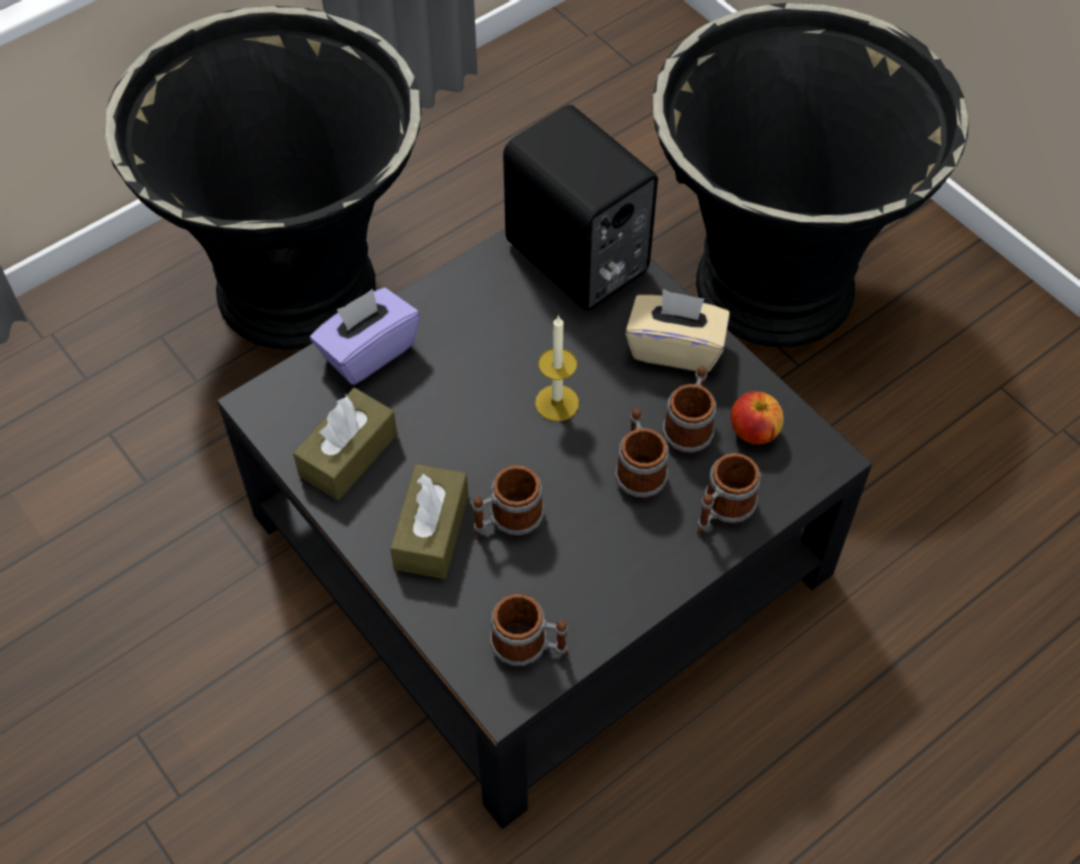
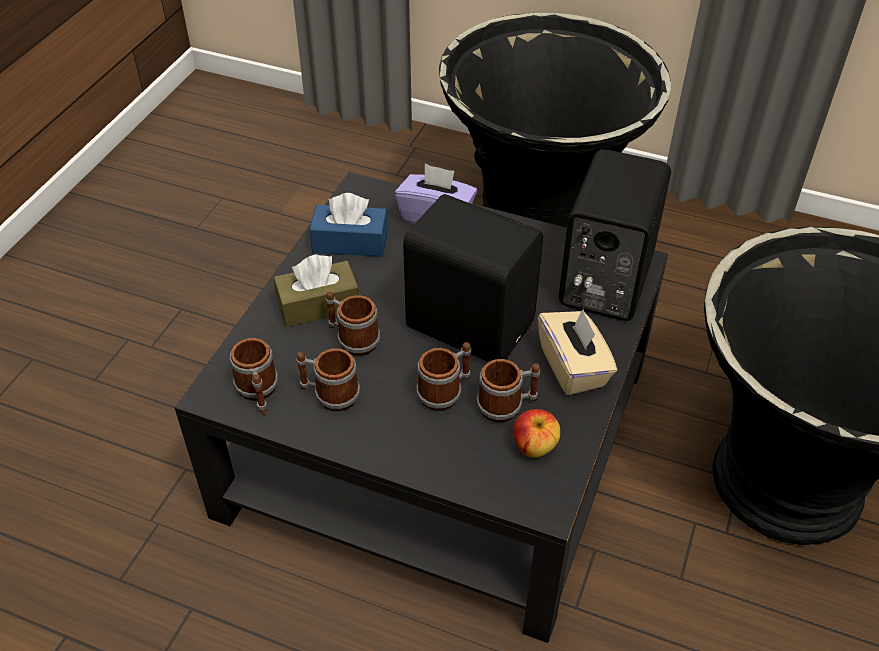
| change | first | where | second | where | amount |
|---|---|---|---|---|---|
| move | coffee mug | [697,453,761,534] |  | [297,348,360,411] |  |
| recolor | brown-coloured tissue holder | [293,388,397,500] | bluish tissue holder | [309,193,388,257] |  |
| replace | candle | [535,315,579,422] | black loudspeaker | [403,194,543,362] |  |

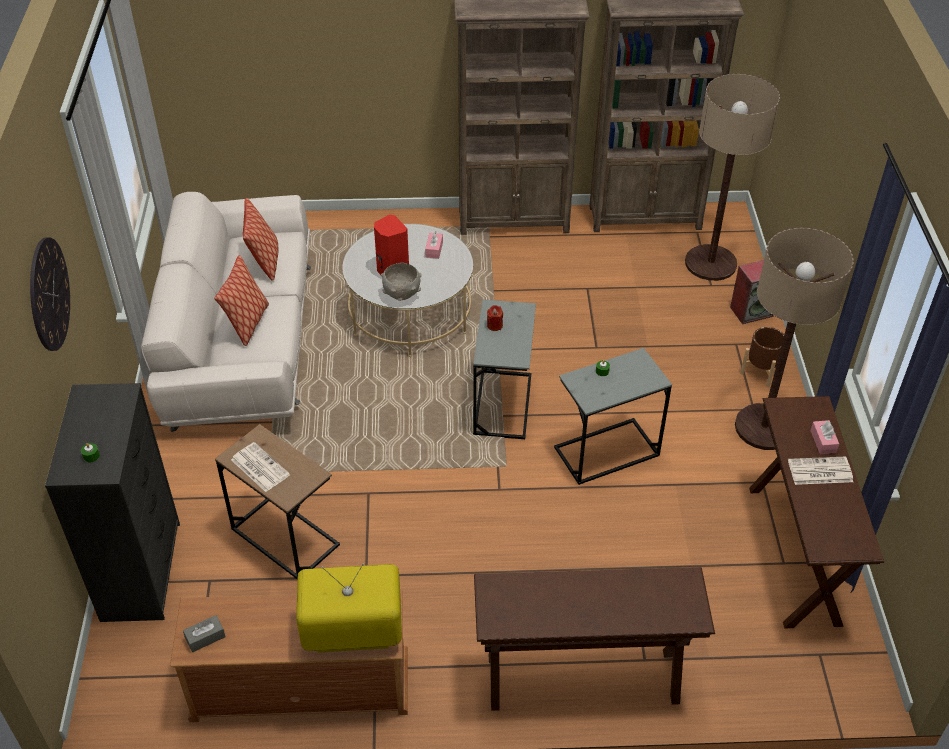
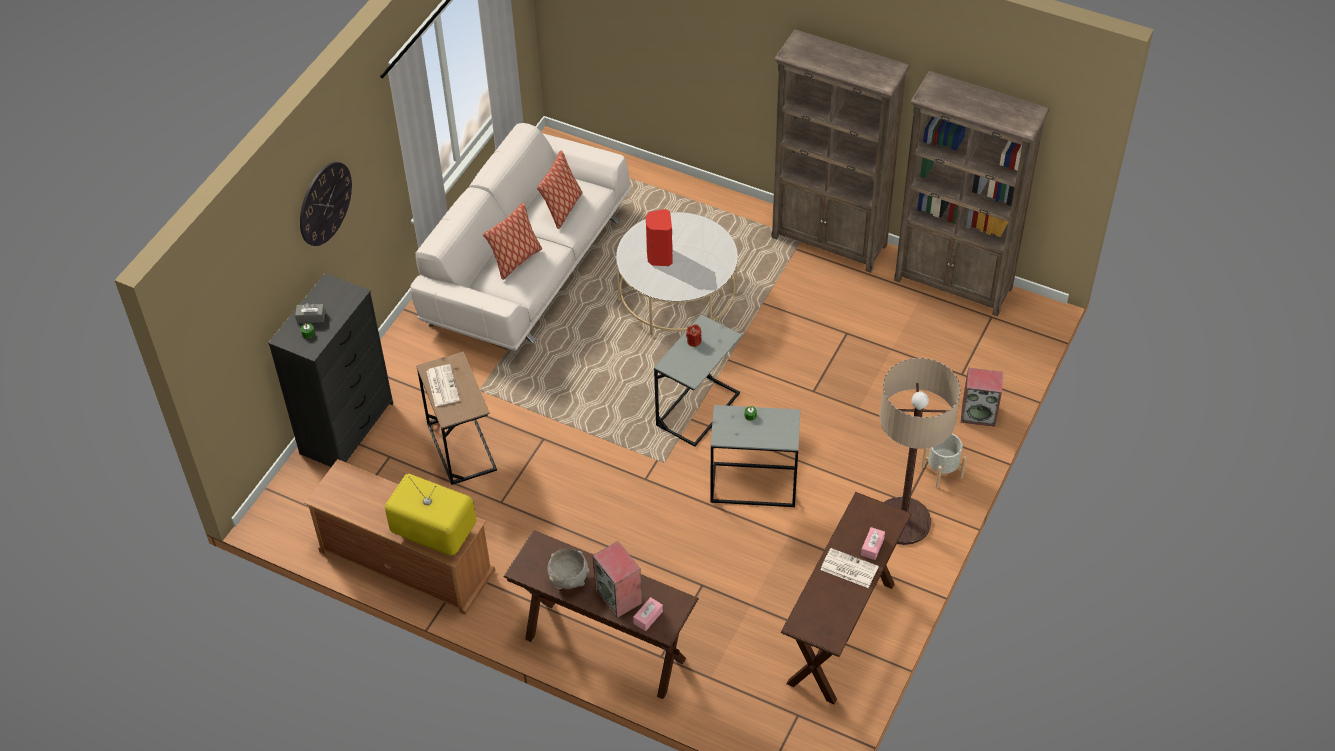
| change | first | where | second | where | amount |
|---|---|---|---|---|---|
| move | gray tissue holder | [183,615,226,653] |  | [295,303,325,323] |  |
| move | gray serving bowl | [381,263,422,301] |  | [547,549,589,589] |  |
| insert |  |  | loudspeaker | [592,541,642,618] |  |
| move | pinkish tissue holder | [425,231,443,259] |  | [633,597,663,631] |  |
| recolor | brown-coloured flower pot | [740,327,784,387] | gray flower pot | [921,434,967,488] |  |
| delete | floor lamp | [685,74,780,281] |  |  |  |

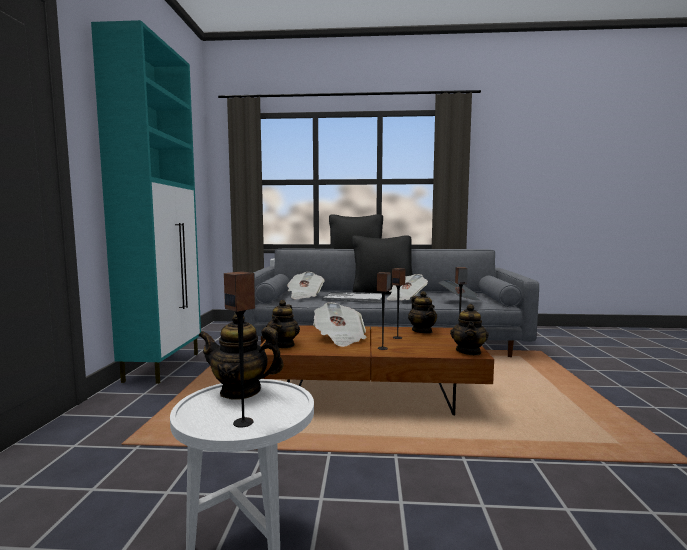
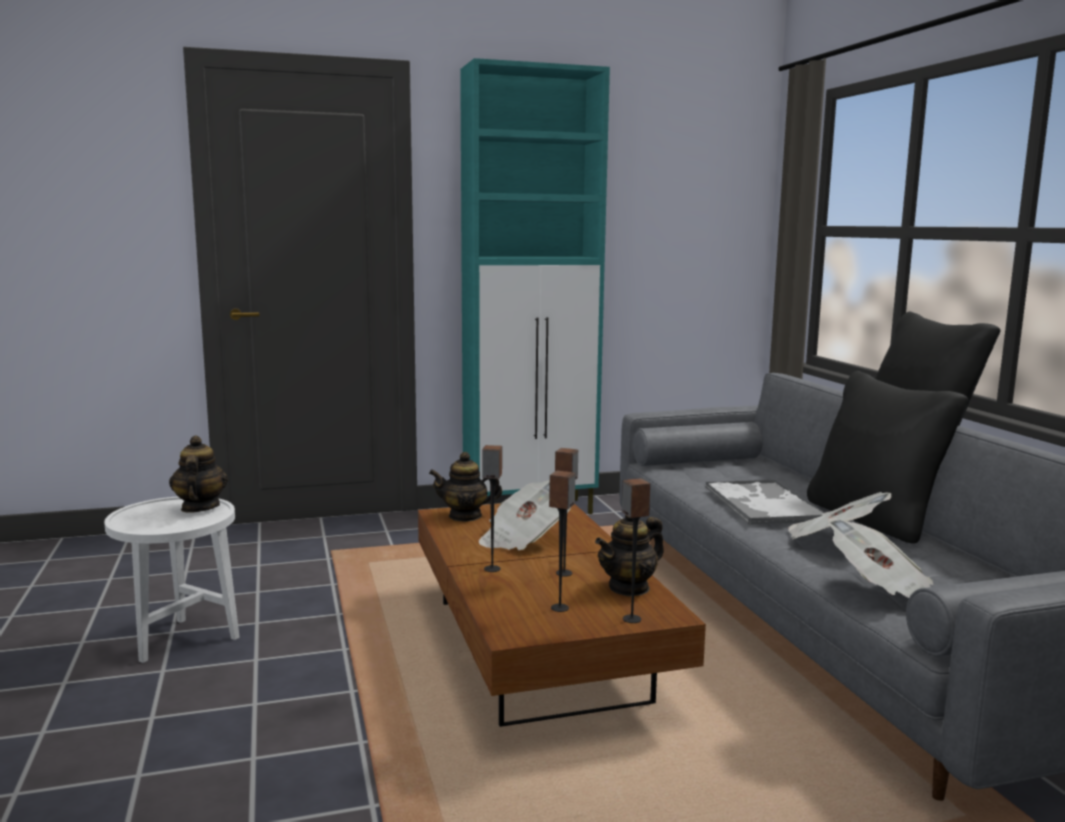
| change | first | where | second | where | amount |
|---|---|---|---|---|---|
| move | loudspeaker | [224,271,255,428] |  | [549,471,576,612] |  |
| delete | daily paper | [287,272,325,299] |  |  |  |
| delete | tea pot | [450,304,489,355] |  |  |  |

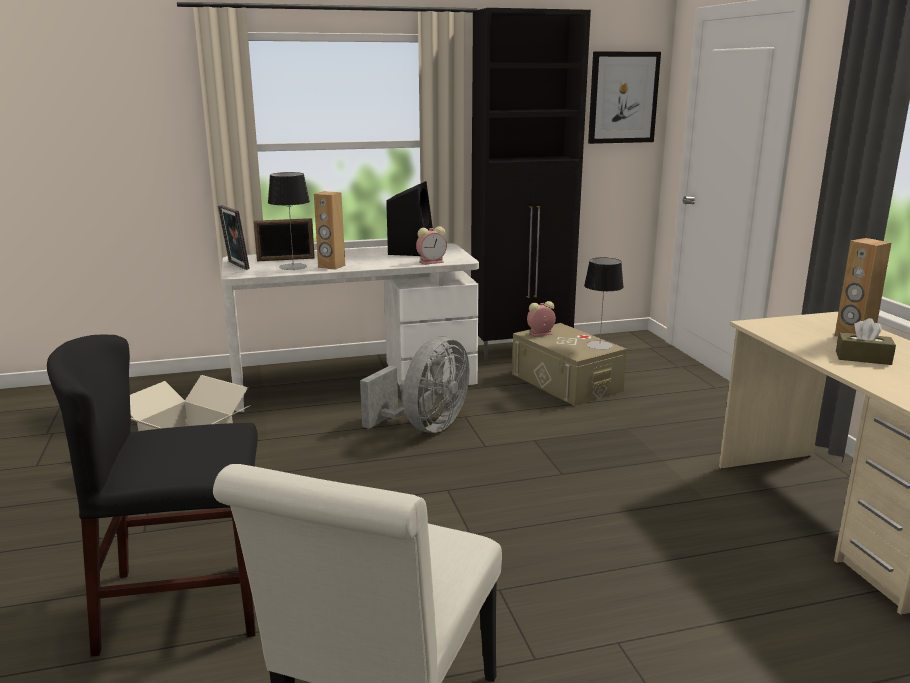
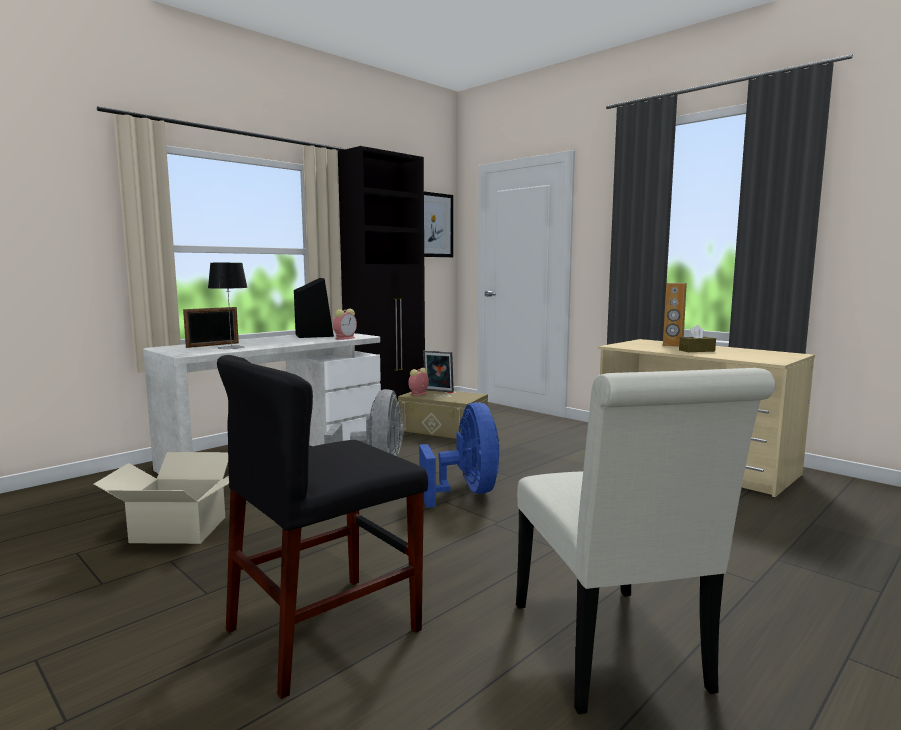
| change | first | where | second | where | amount |
|---|---|---|---|---|---|
| insert |  |  | bluish fan | [419,402,500,508] |  |
| move | standing frame | [218,205,250,270] |  | [423,351,454,393] |  |
| delete | brown-coloured loudspeaker | [314,191,345,270] |  |  |  |
| delete | table lamp | [584,257,624,350] |  |  |  |

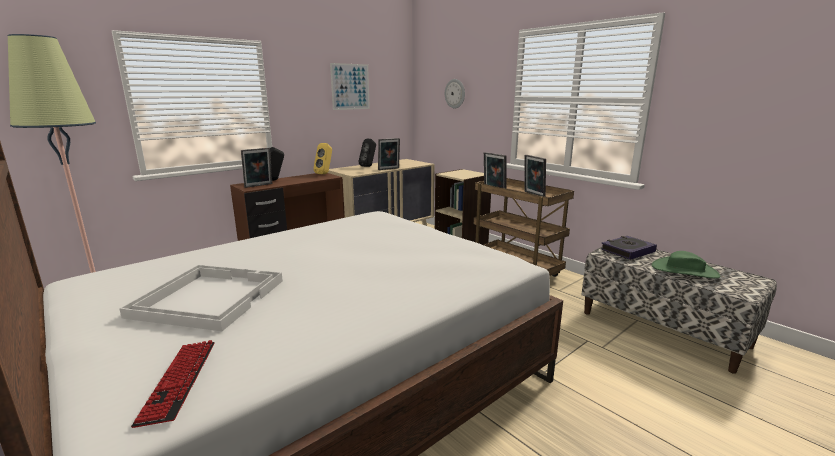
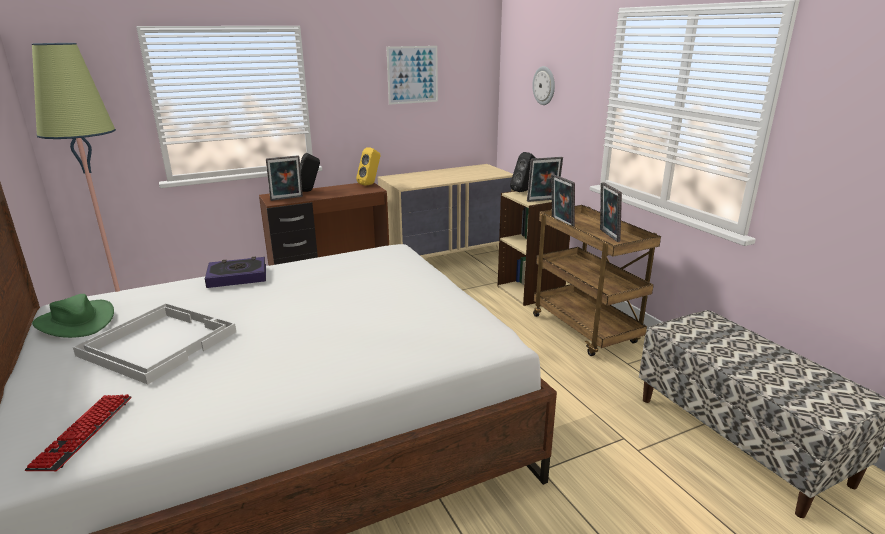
| change | first | where | second | where | amount |
|---|---|---|---|---|---|
| move | green-coloured hat | [652,251,720,279] |  | [32,294,114,338] |  |
| move | bound book | [601,236,657,260] |  | [205,257,266,288] |  |
| move | black loudspeaker | [358,139,376,167] |  | [510,152,536,192] |  |
| move | standing frame | [378,138,400,170] |  | [527,157,563,202] |  |

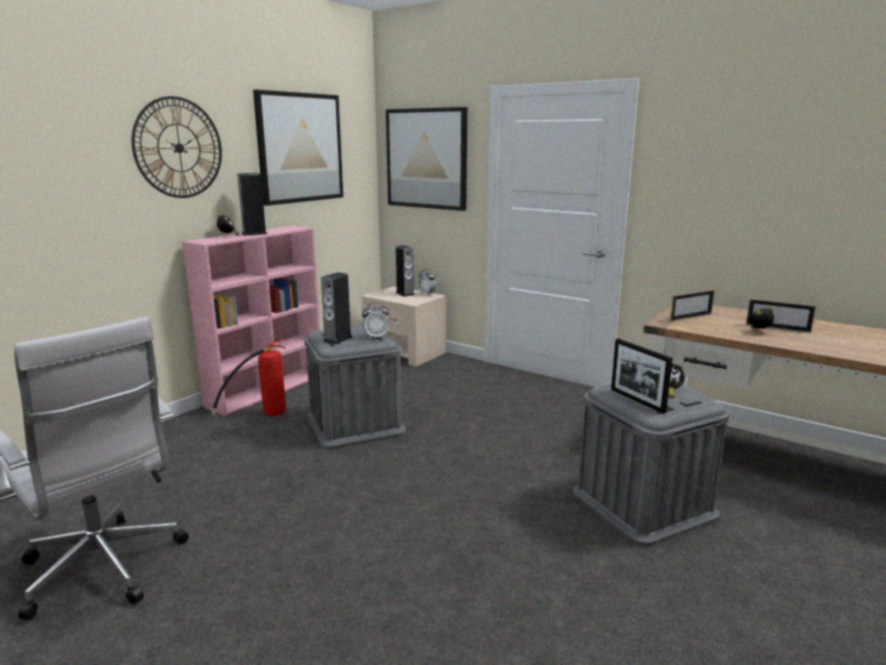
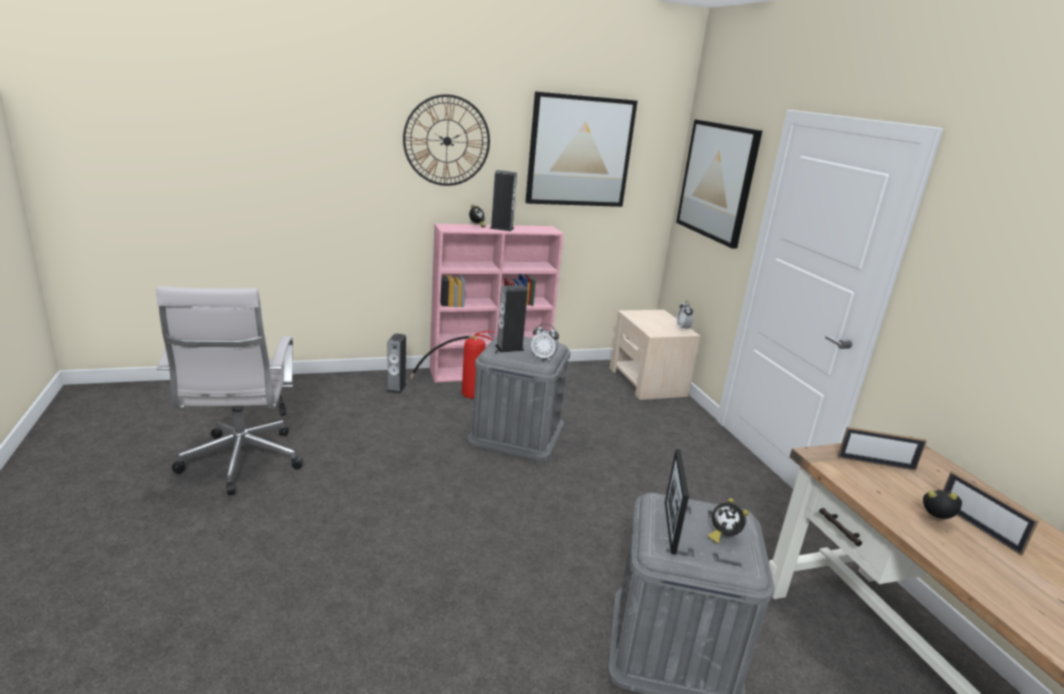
| change | first | where | second | where | amount |
|---|---|---|---|---|---|
| move | loudspeaker | [396,245,415,297] |  | [386,333,407,394] |  |

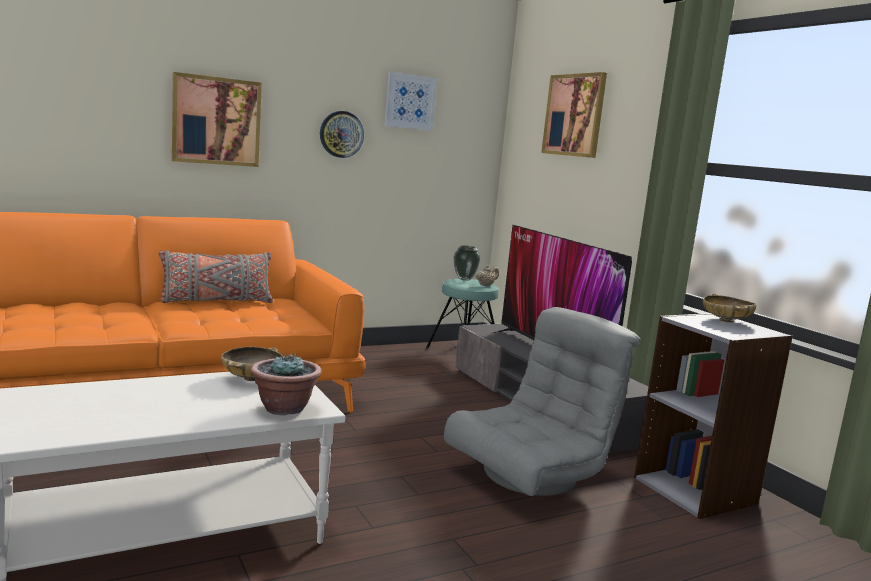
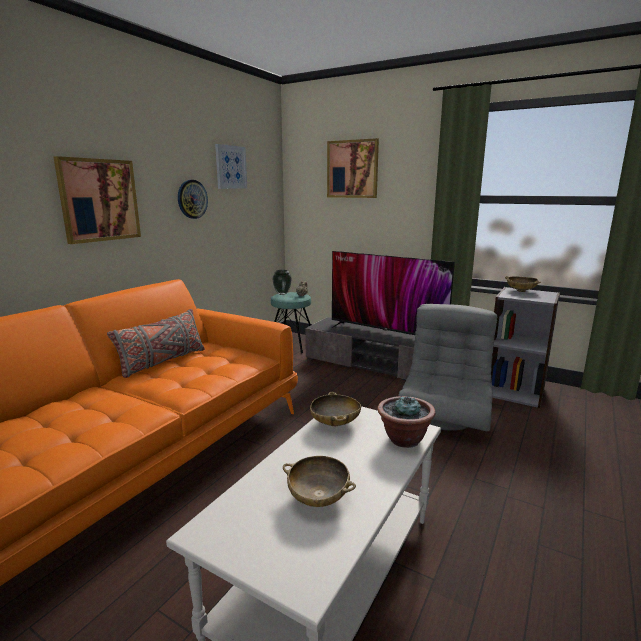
| change | first | where | second | where | amount |
|---|---|---|---|---|---|
| insert |  |  | beige-coloured serving bowl | [283,456,356,507] |  |

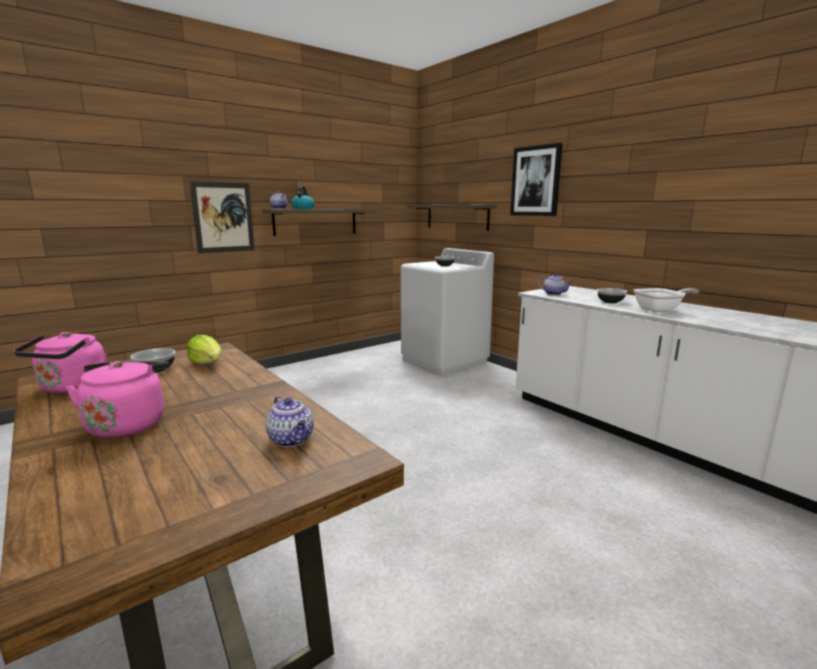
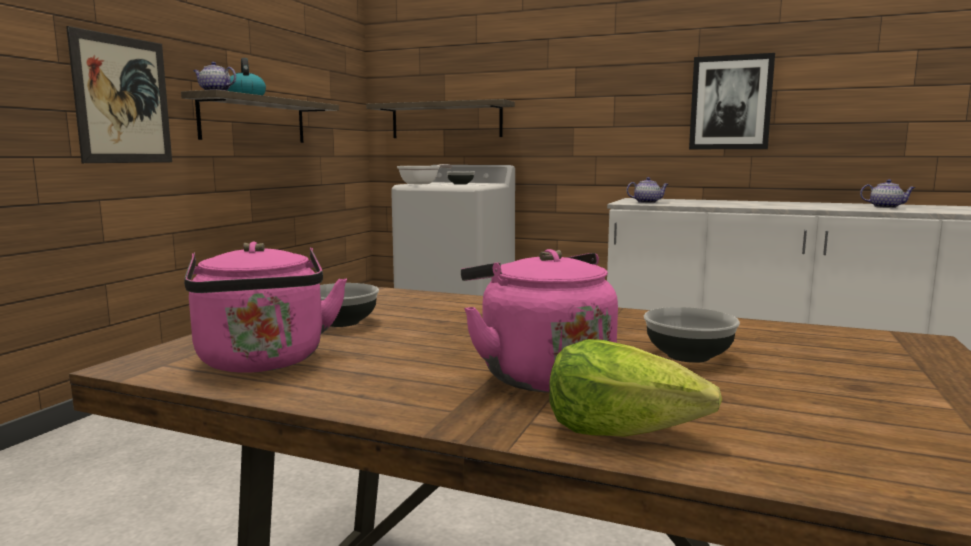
| change | first | where | second | where | amount |
|---|---|---|---|---|---|
| move | frying pan | [634,288,699,312] |  | [397,164,452,185] |  |
| move | lettuce head | [187,335,222,364] |  | [549,339,722,437] |  |
| move | serving bowl | [597,288,627,303] |  | [644,307,740,363] |  |
| move | wall art | [510,143,563,216] |  | [689,53,775,149] |  |
| move | tea pot | [265,396,314,447] |  | [860,179,916,208] |  |

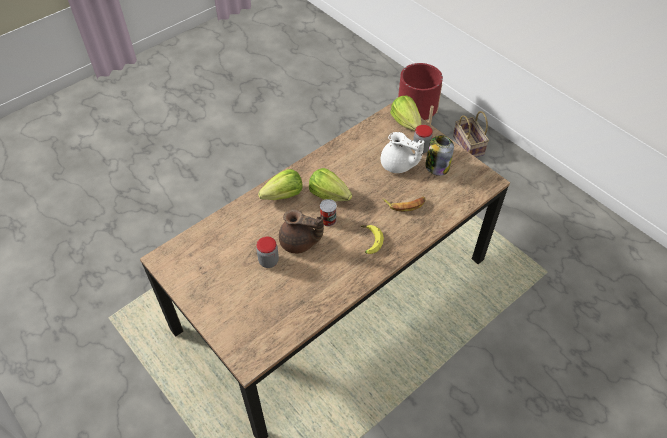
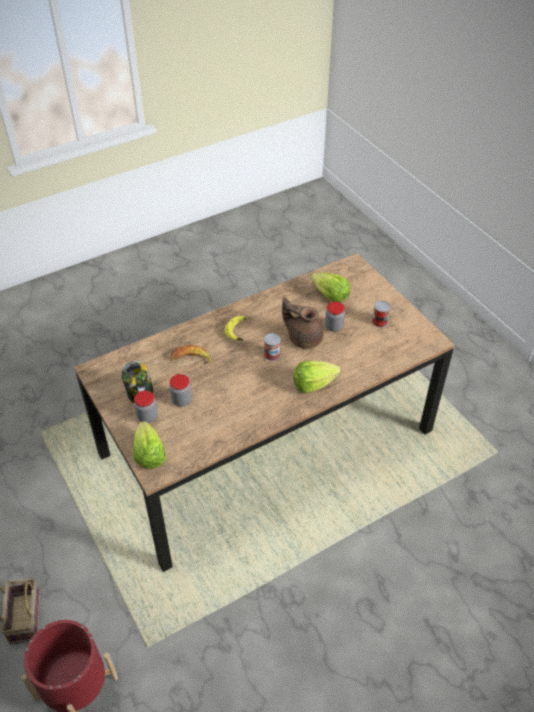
| change | first | where | second | where | amount |
|---|---|---|---|---|---|
| replace | white tea pot | [381,132,424,173] | storage jar | [170,374,192,407] |  |
| move | lettuce head | [309,168,352,201] |  | [311,273,350,303] |  |
| insert |  |  | can | [372,301,390,327] |  |

